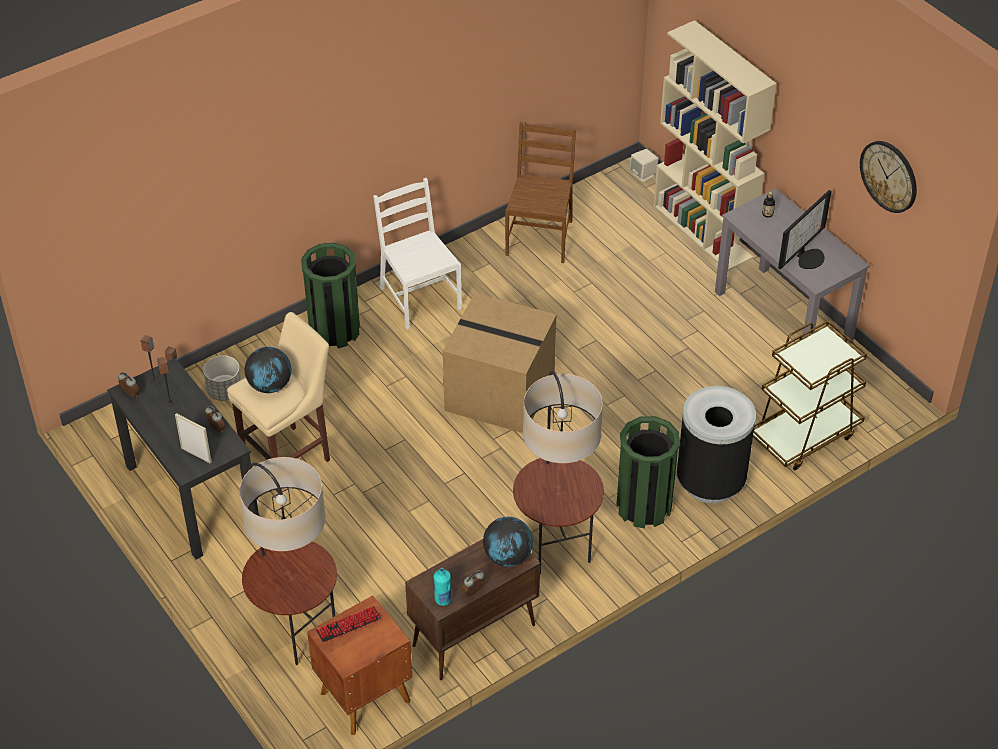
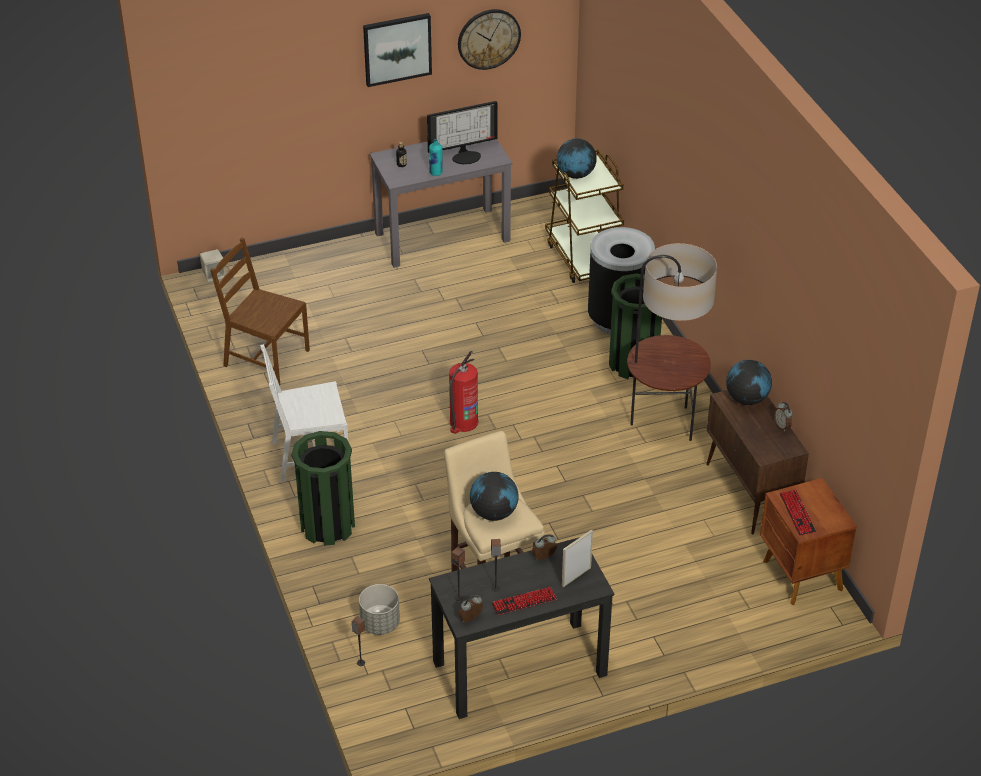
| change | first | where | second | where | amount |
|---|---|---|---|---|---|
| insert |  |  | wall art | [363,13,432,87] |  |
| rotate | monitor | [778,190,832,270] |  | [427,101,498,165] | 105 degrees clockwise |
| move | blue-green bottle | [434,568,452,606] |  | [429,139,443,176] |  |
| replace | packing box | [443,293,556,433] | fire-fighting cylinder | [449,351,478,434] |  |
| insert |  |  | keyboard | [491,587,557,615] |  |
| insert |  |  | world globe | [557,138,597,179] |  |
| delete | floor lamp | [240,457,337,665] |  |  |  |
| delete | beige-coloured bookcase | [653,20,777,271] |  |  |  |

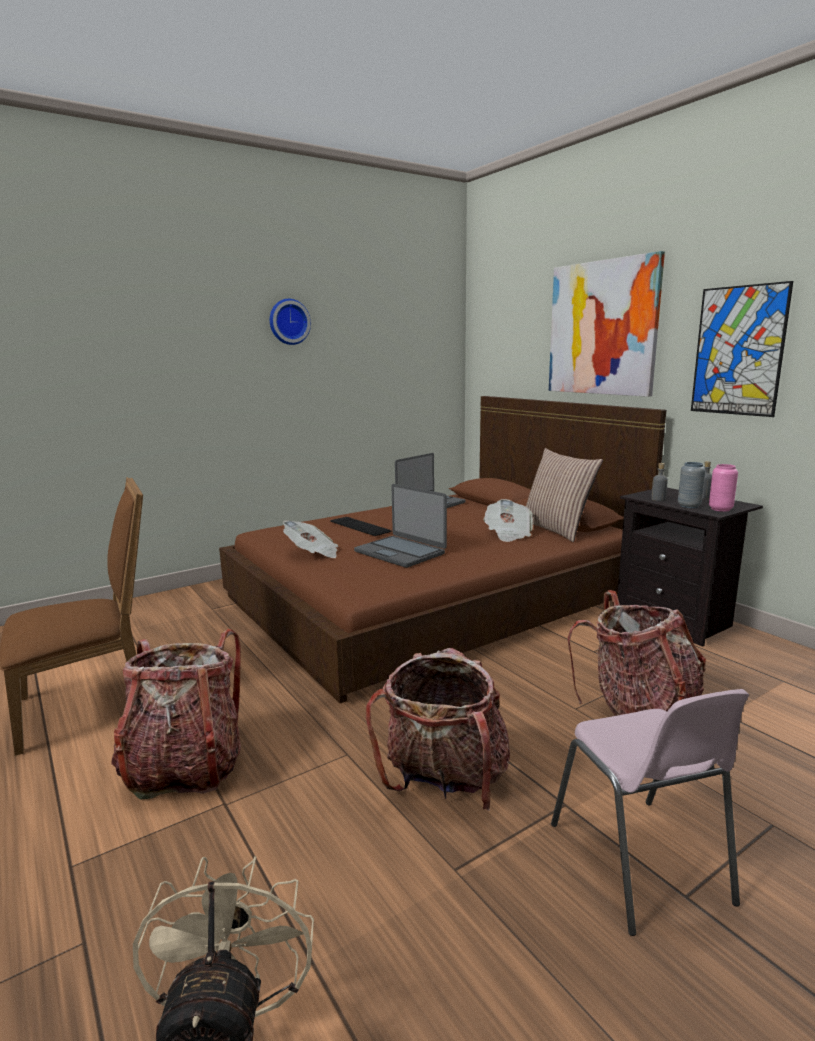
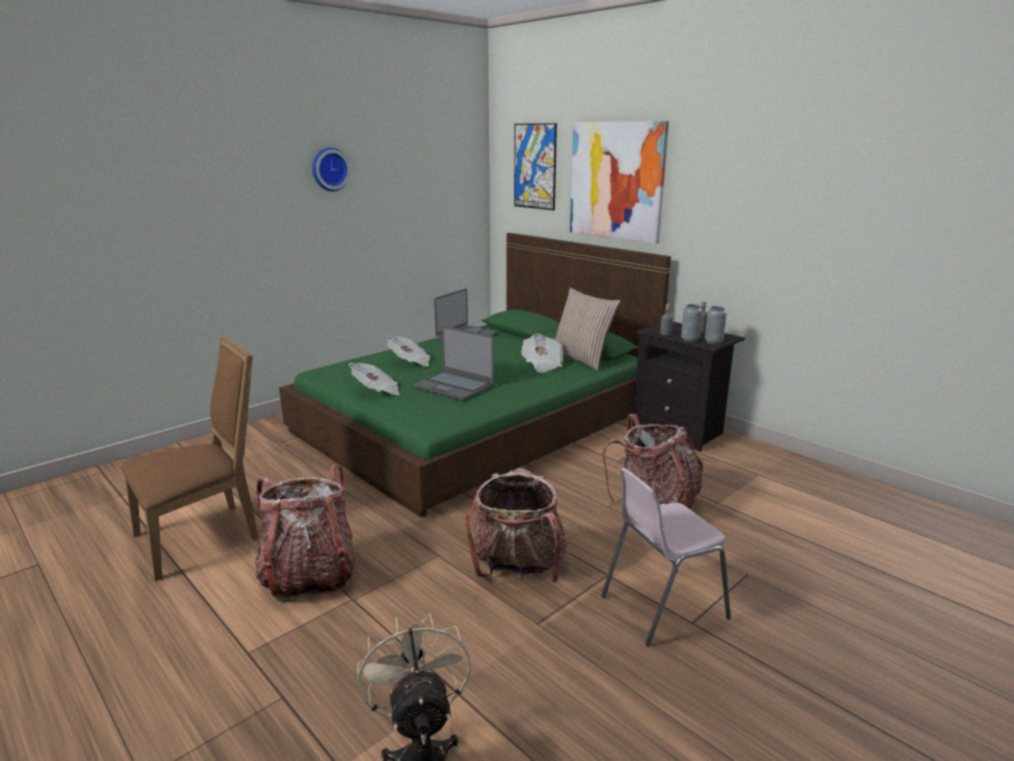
| change | first | where | second | where | amount |
|---|---|---|---|---|---|
| recolor | brown-coloured bedroom bed | [219,396,667,703] | green-coloured bedroom bed | [279,233,671,518] |  |
| replace | keyboard | [330,517,392,536] | daily paper | [387,336,430,366] |  |
| move | wall art | [691,281,793,417] |  | [514,123,557,210] |  |
| rotate | pinkish upright chair | [551,689,749,936] |  | [601,468,731,647] | 90 degrees clockwise |
| recolor | pinkish flower vase | [709,464,738,512] | gray flower vase | [705,306,727,345] |  |

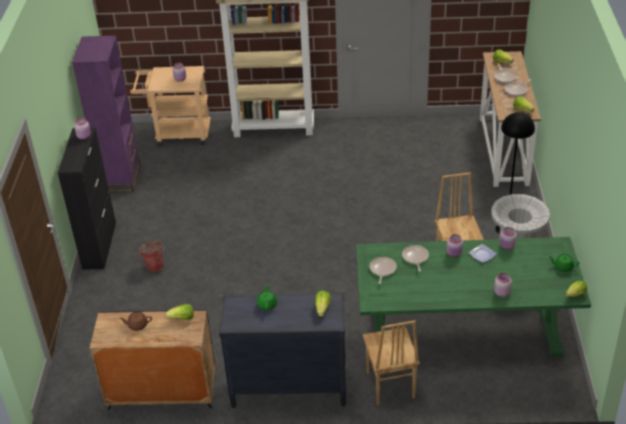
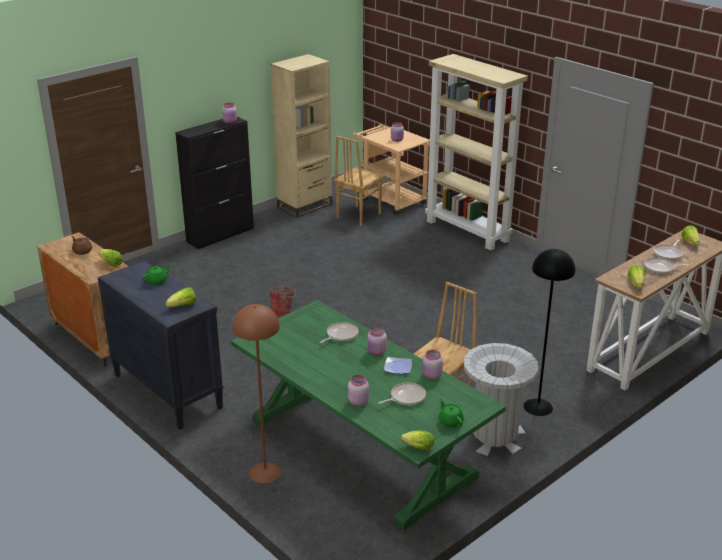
| change | first | where | second | where | amount |
|---|---|---|---|---|---|
| insert |  |  | brown-coloured floor lamp | [232,304,281,484] |  |
| move | water bucket | [139,239,165,272] |  | [269,286,296,317] |  |
| recolor | purple bookcase | [72,36,140,193] | beige-coloured bookcase | [271,54,332,217] |  |
| move | brown-coloured upright chair | [363,320,420,405] |  | [334,136,385,226] |  |
| move | frying pan | [370,257,397,284] |  | [379,383,426,405] |  |

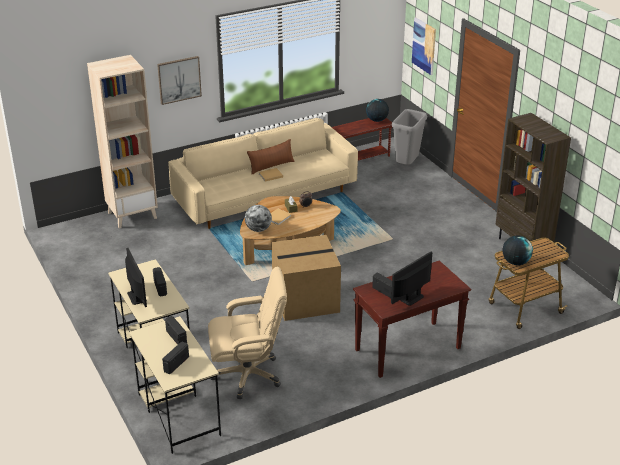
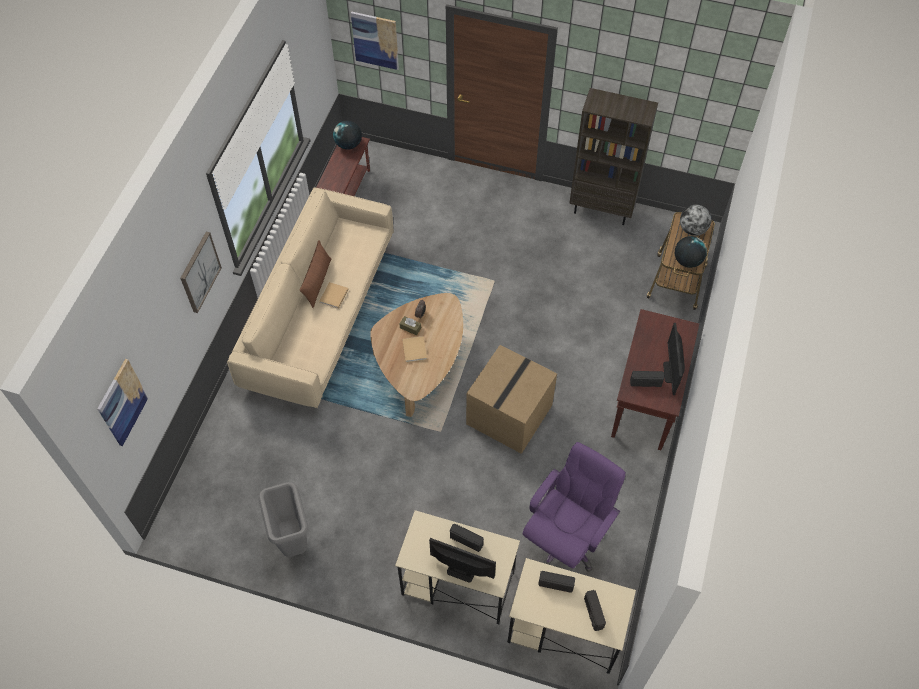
| change | first | where | second | where | amount |
|---|---|---|---|---|---|
| insert |  |  | wall art | [97,359,148,446] |  |
| move | gray waste bin | [392,109,427,165] |  | [258,482,308,557] |  |
| recolor | beige-coloured computer chair | [208,267,287,399] | purple computer chair | [523,442,626,572] |  |
| move | world globe | [245,205,272,232] |  | [680,205,711,236] |  |
| delete | beige-coloured bookcase | [87,55,158,228] |  |  |  |

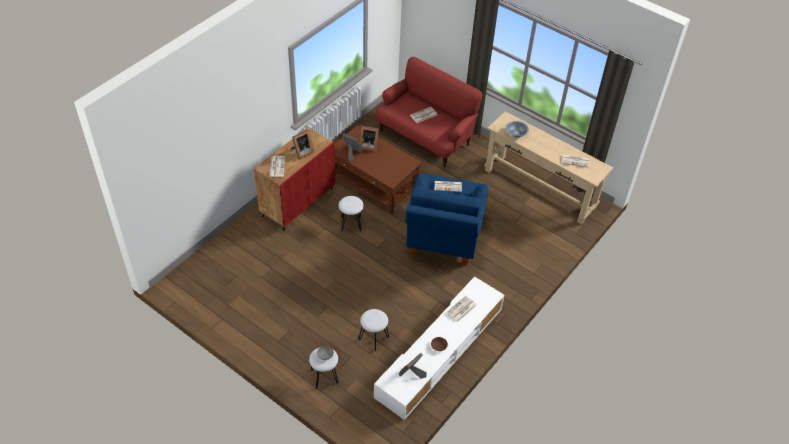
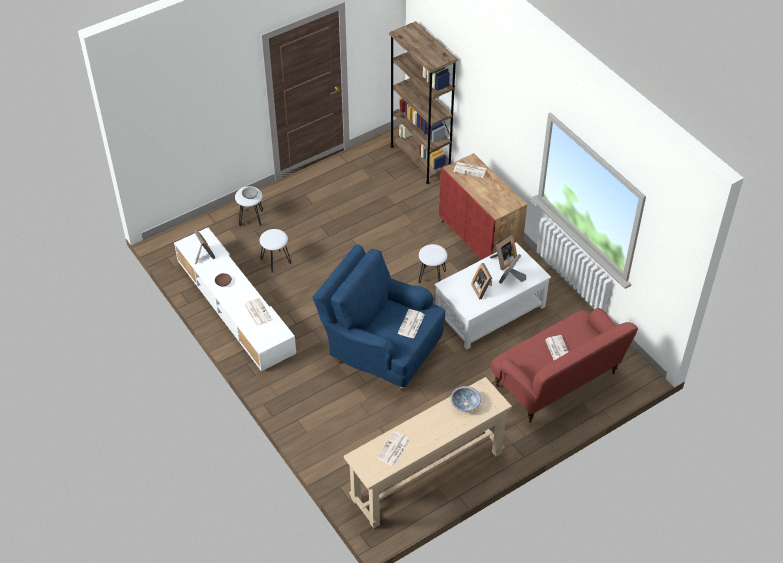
| change | first | where | second | where | amount |
|---|---|---|---|---|---|
| insert |  |  | brown-coloured bookcase | [389,21,458,184] |  |
| recolor | brown-coloured low table | [334,126,422,214] | white low table | [435,242,551,350] |  |
| move | standing frame | [290,130,314,160] |  | [471,263,492,299] |  |

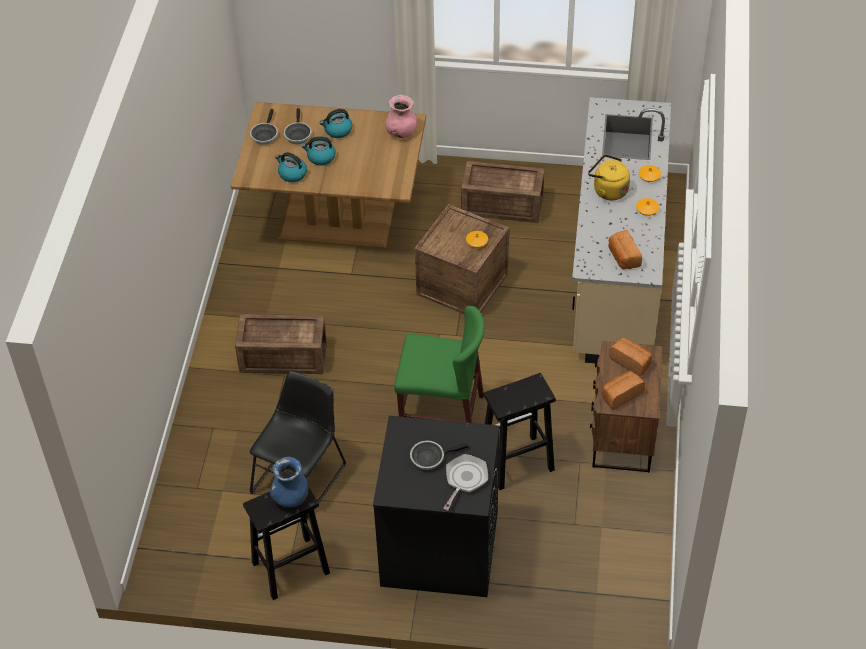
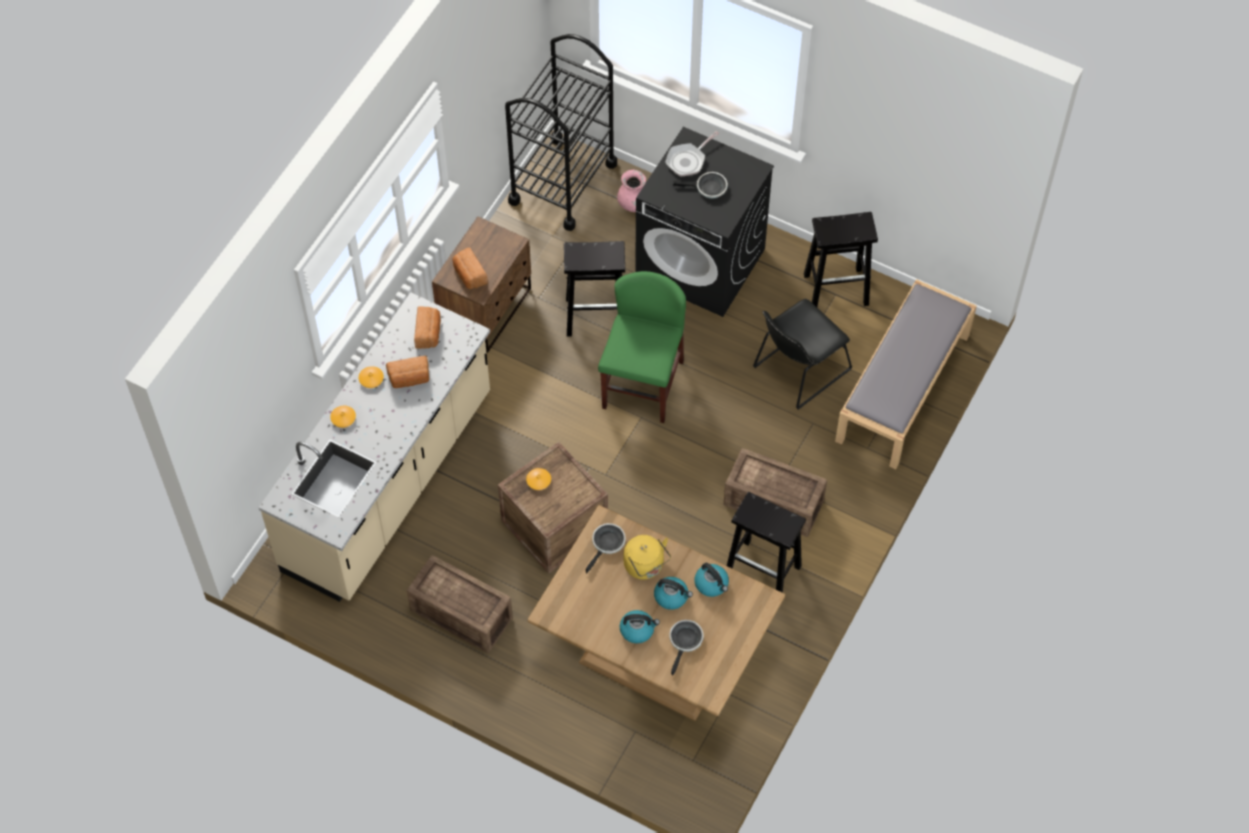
| change | first | where | second | where | amount |
|---|---|---|---|---|---|
| move | bakery bread | [602,371,645,410] |  | [386,356,429,388] |  |
| insert |  |  | black wheeled cart | [505,34,617,231] |  |
| move | frying pan | [250,109,278,145] |  | [586,523,626,573] |  |
| rotate | green-coloured upright chair | [394,306,485,423] |  | [598,271,686,423] | 75 degrees clockwise |
| move | pinkish flower vase | [385,95,417,138] |  | [617,169,646,212] |  |
| move | yellowish kettle | [588,154,630,200] |  | [624,535,671,580] |  |
| insert |  |  | black sitting stool | [727,492,806,593] |  |
| insert |  |  | gray indoor bench | [835,279,977,469] |  |
| delete | bluish flower vase | [270,457,308,508] |  |  |  |

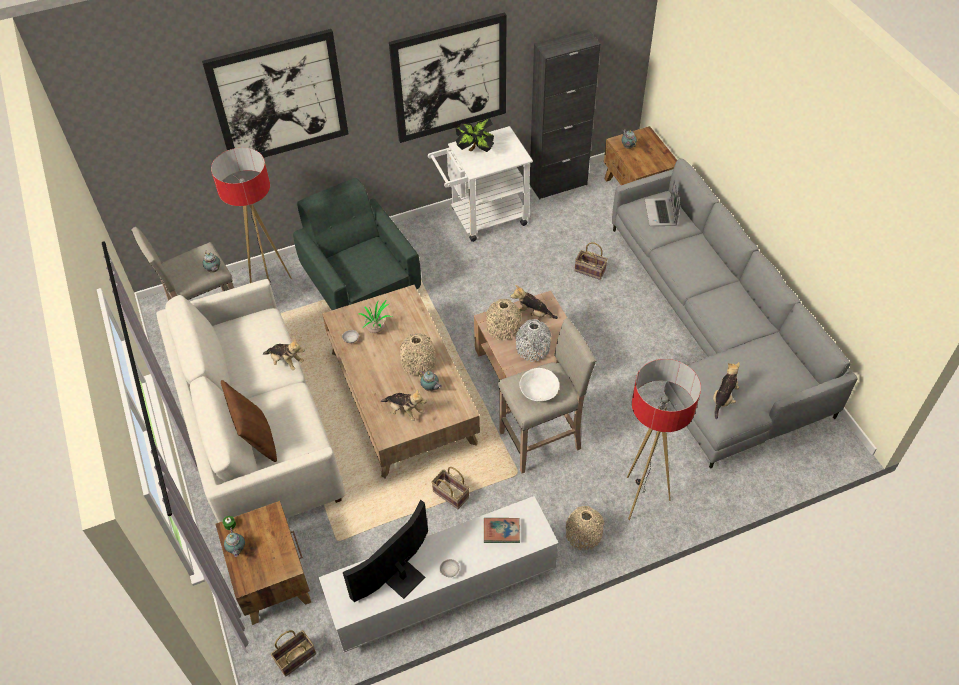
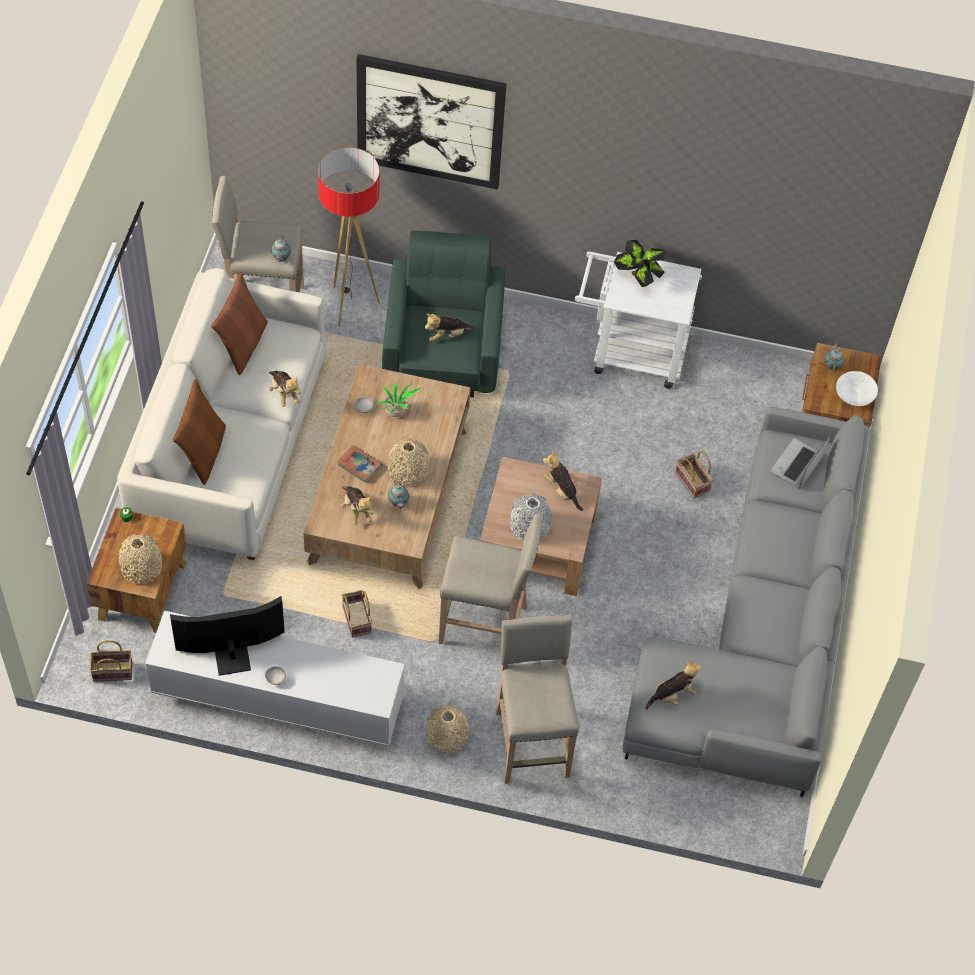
| change | first | where | second | where | amount |
|---|---|---|---|---|---|
| move | beige-coloured flower vase | [486,299,521,340] |  | [119,534,162,584] |  |
| insert |  |  | brown-coloured cushion | [211,272,268,375] |  |
| move | bound book | [484,518,520,543] |  | [337,445,382,483] |  |
| insert |  |  | plush toy | [425,313,474,341] |  |
| replace | floor lamp | [627,359,701,520] | beige-coloured sitting stool | [496,614,579,784] |  |
| move | white serving bowl | [519,368,559,402] |  | [836,371,878,406] |  |
| delete | tea pot | [224,527,245,557] |  |  |  |
| delete | wall art | [389,12,507,143] |  |  |  |
| delete | black cabinet | [530,29,600,200] |  |  |  |

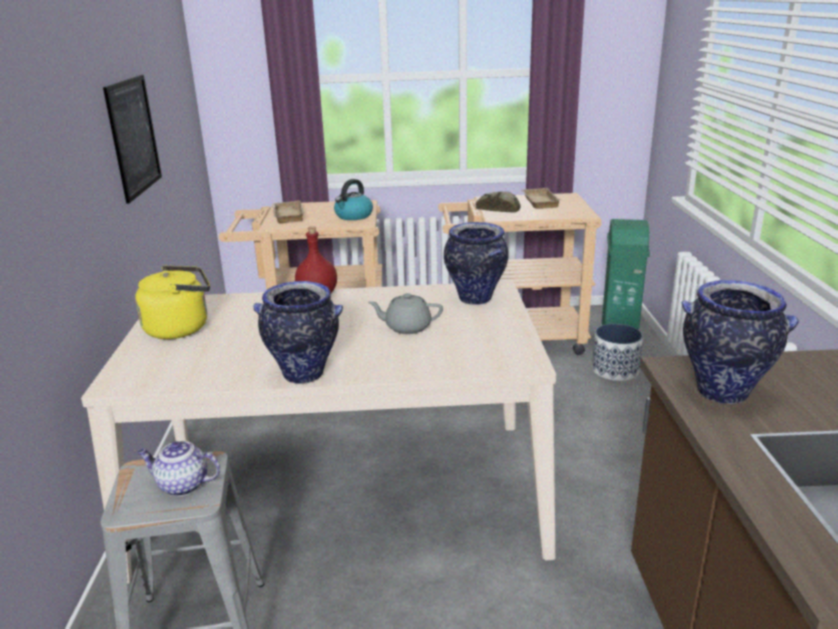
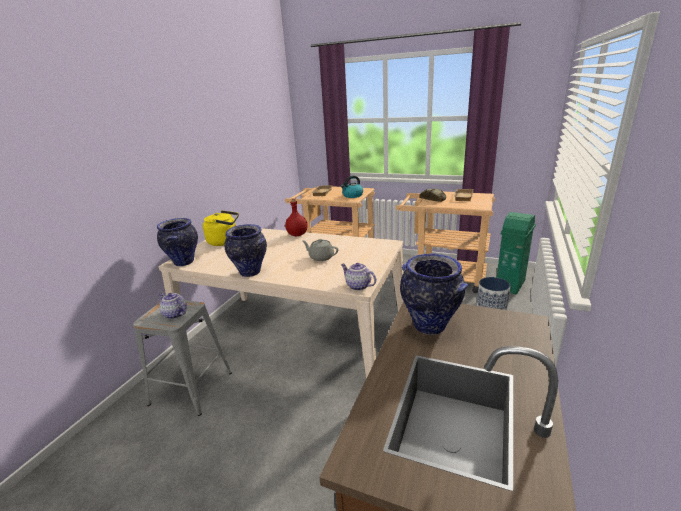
| change | first | where | second | where | amount |
|---|---|---|---|---|---|
| move | flower vase | [444,222,508,305] |  | [157,218,198,266] |  |
| insert |  |  | tea pot | [341,263,376,291] |  |
| delete | wall art | [103,75,162,204] |  |  |  |

